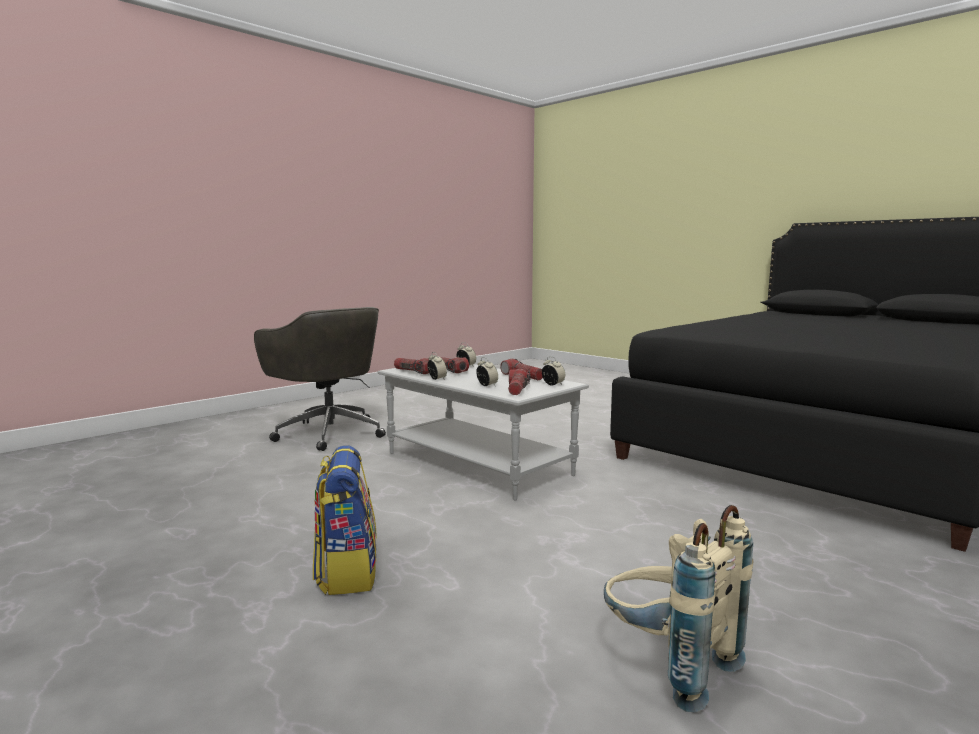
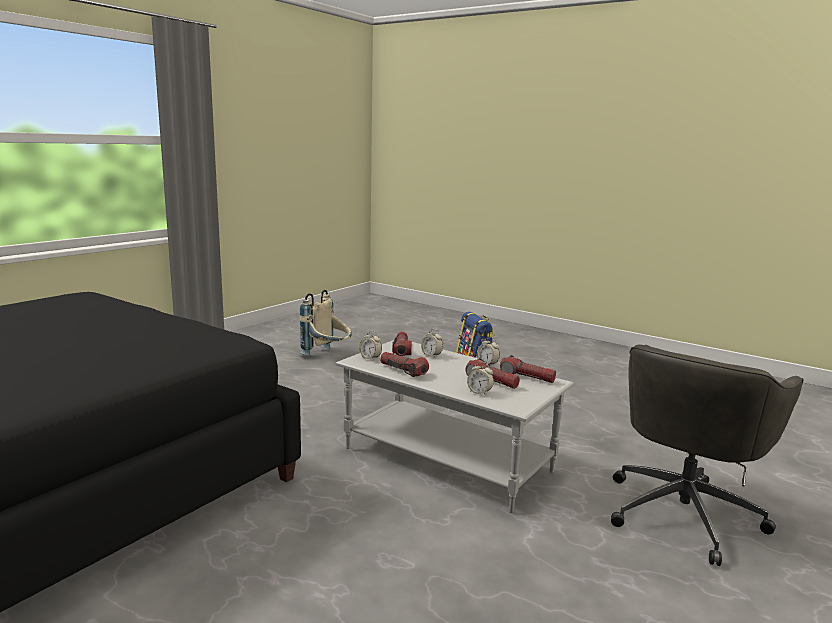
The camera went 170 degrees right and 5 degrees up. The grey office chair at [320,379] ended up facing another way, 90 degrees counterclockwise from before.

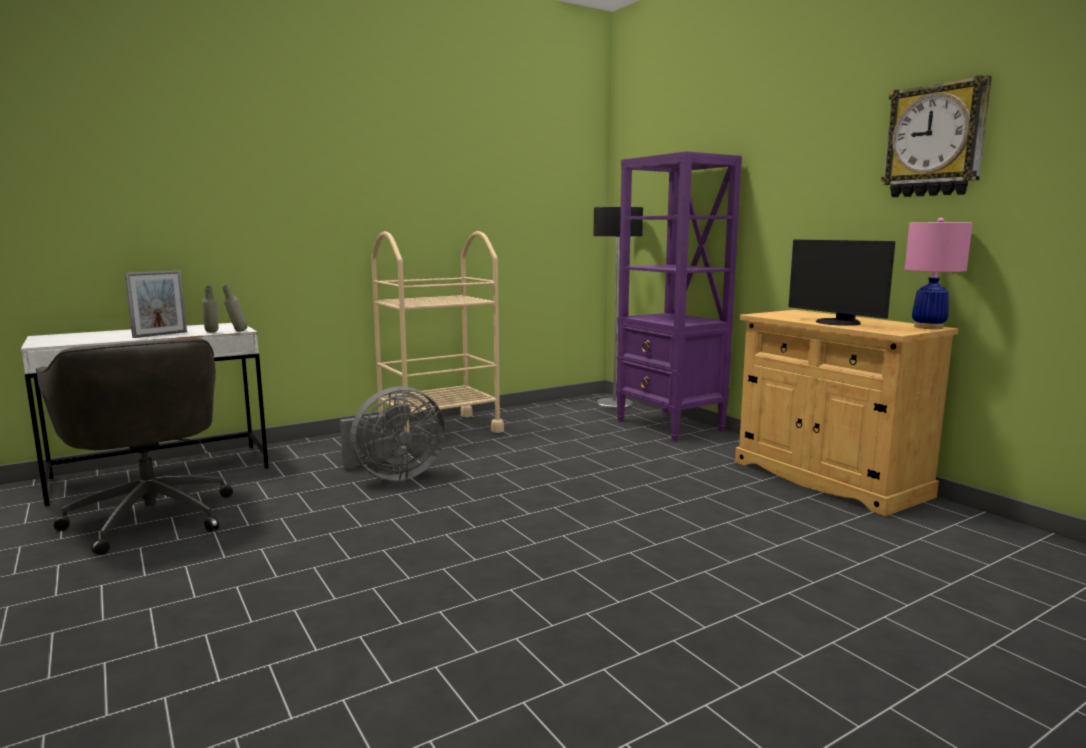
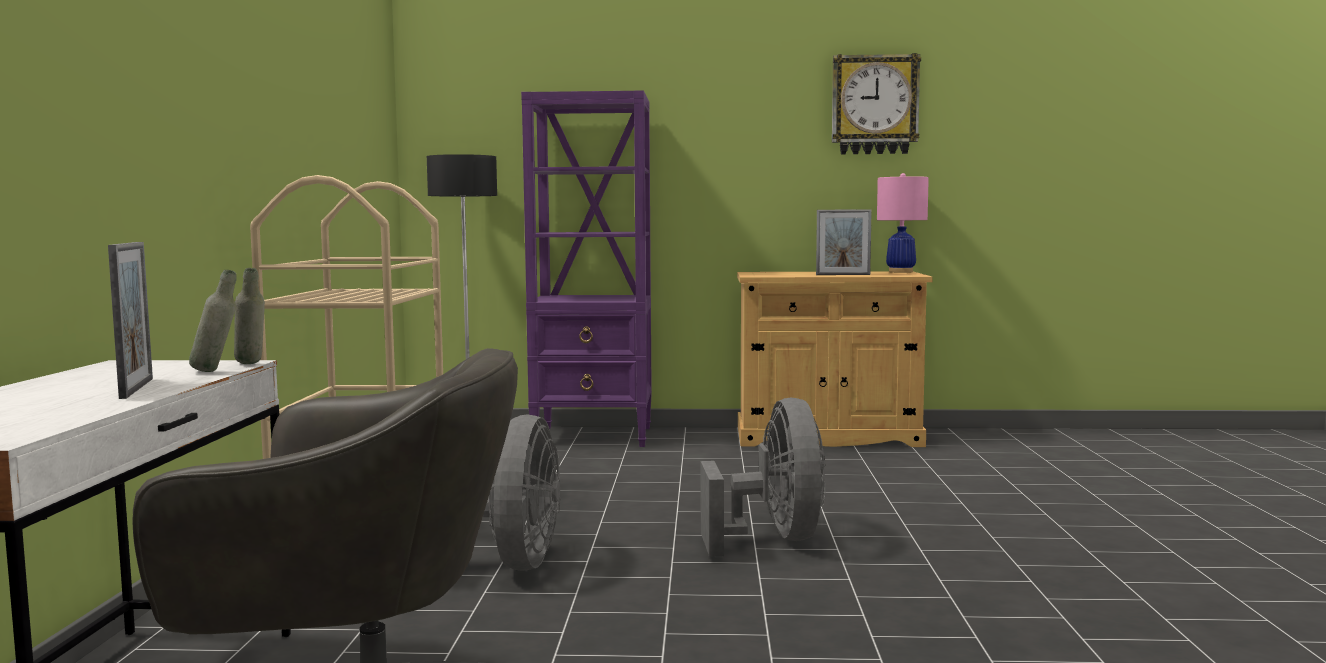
The camera went 55 degrees left and 5 degrees down. The second view gained the grey fan at [763,477]. Where the monitor stood at [842,283], the picture frame came to stand at [844,242].

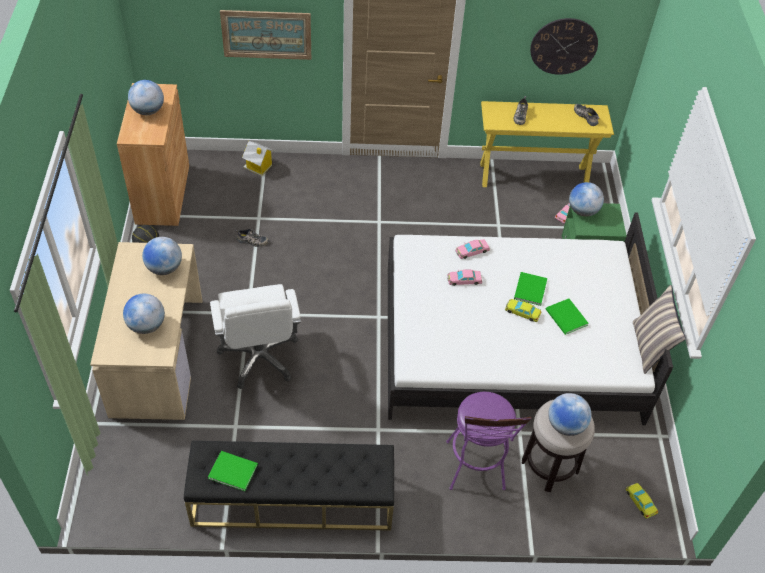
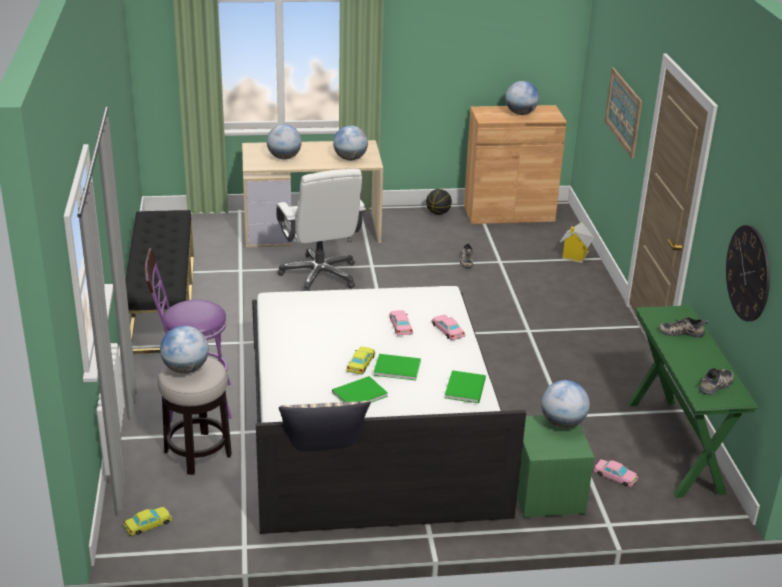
The camera went 85 degrees right and 20 degrees down. The white office chair at [255,336] ended up facing another way, 90 degrees counterclockwise from before. The green book ended up elsewhere, having gone from [233,471] to [465,386]. What was the yellow console table at [547,144] turned into the green console table at [693,401].

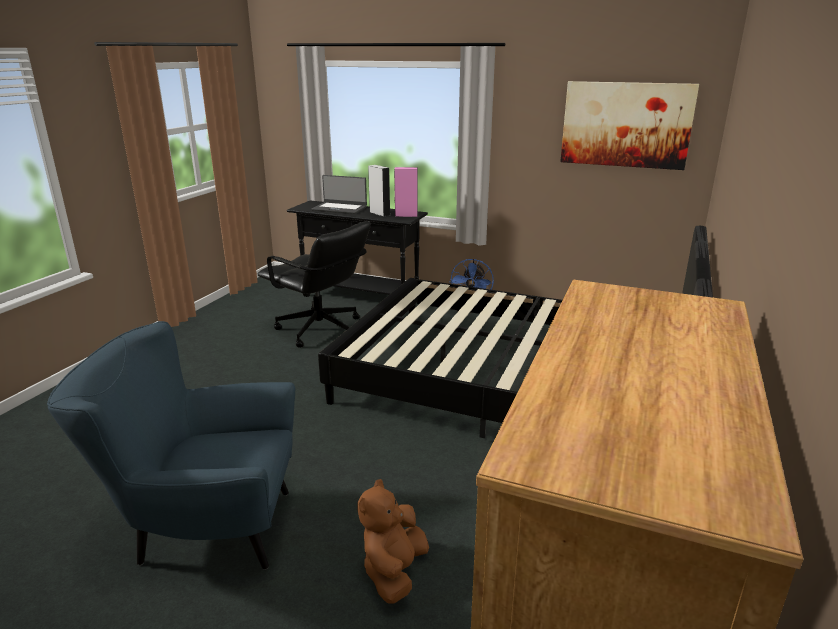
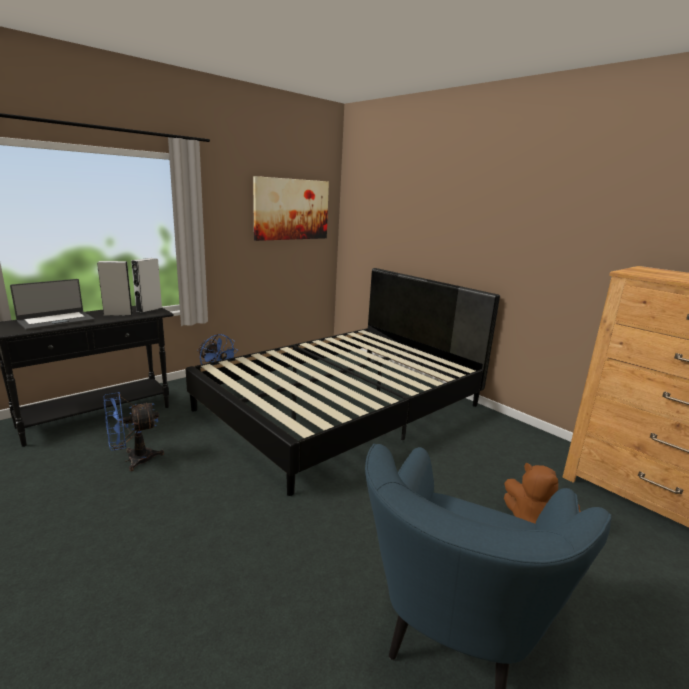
The camera went 65 degrees left and 5 degrees down. Where the black office chair stood at [314,284], the blue fan came to stand at [134,431]. What was the pink speaker at [406,192] turned into the grey speaker at [146,285].

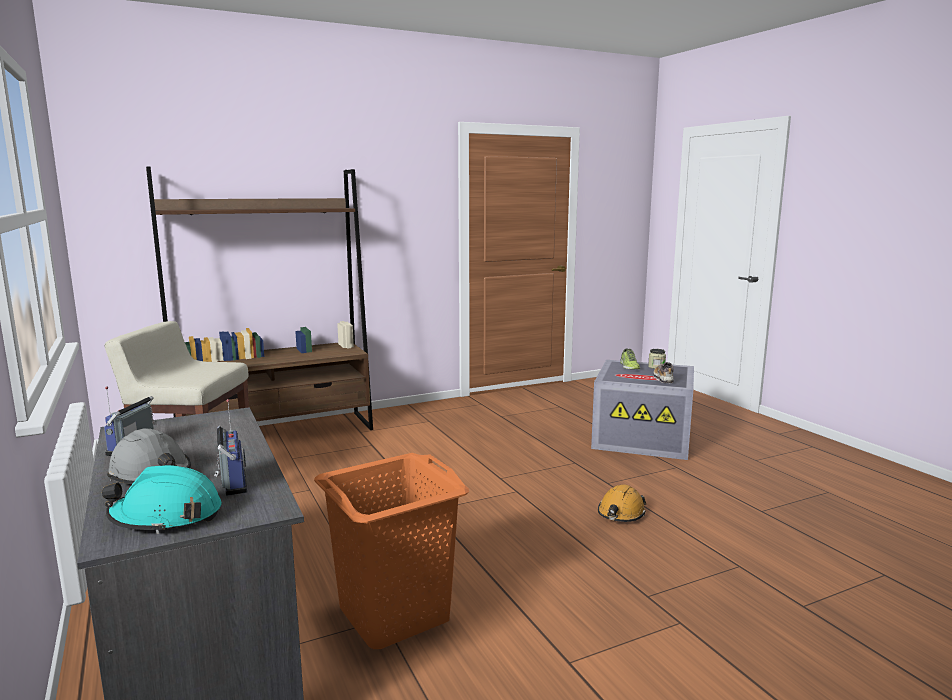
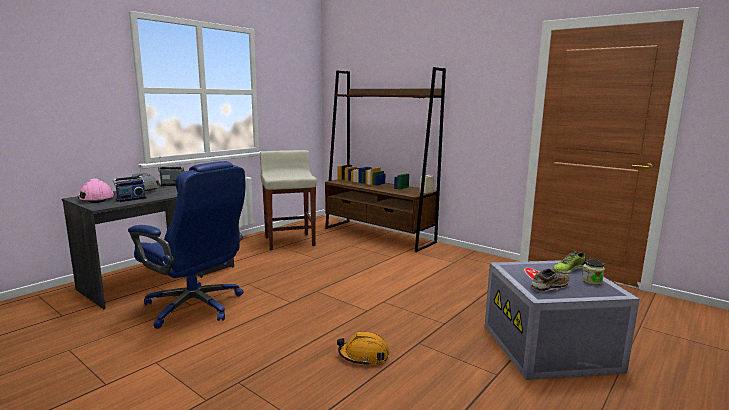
The camera went 65 degrees right and 0 degrees up. What was the turquoise hard hat at [162,499] turned into the pink hard hat at [96,190]. Where the orange laundry basket stood at [391,551], the blue office chair came to stand at [186,245].

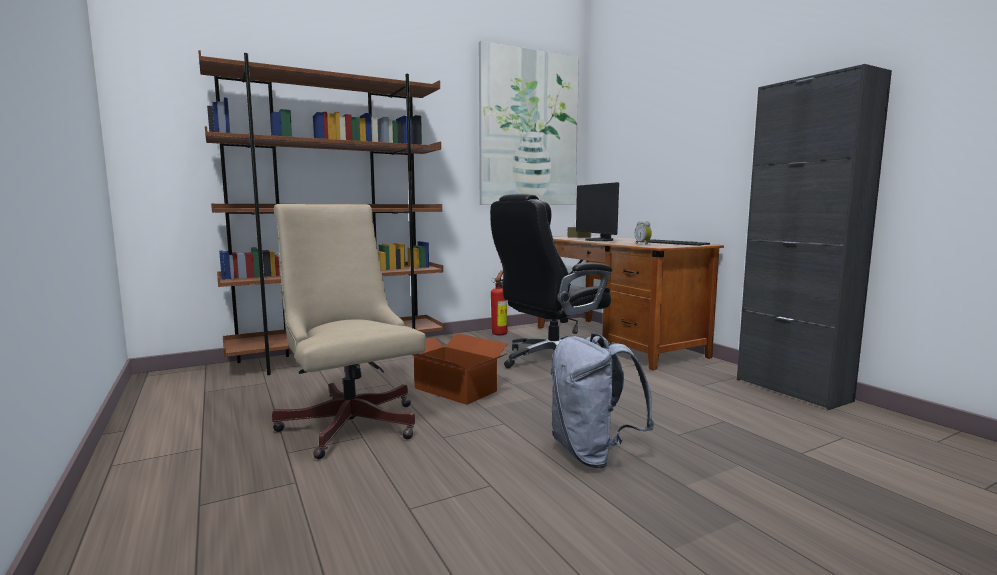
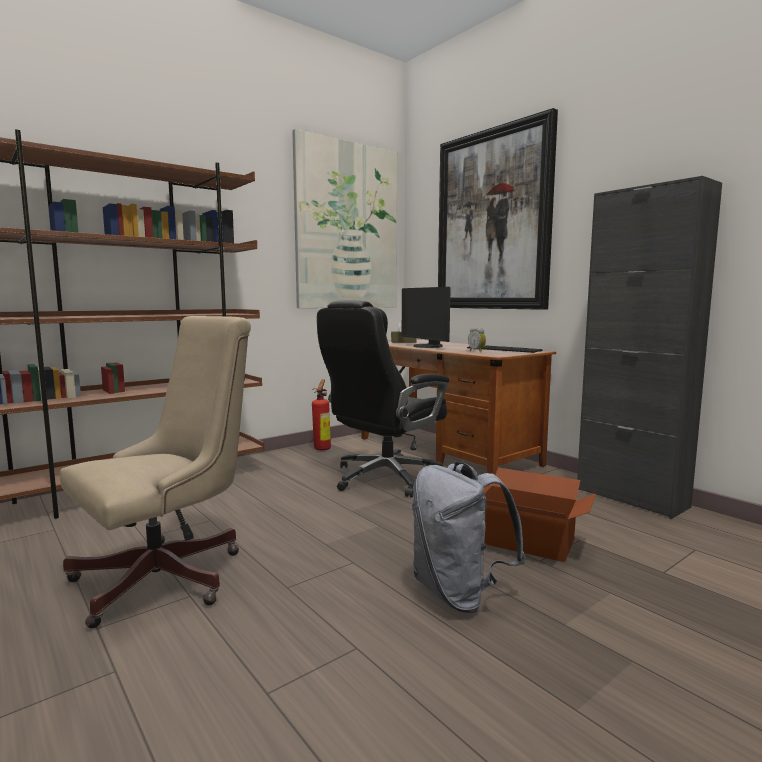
The camera went 10 degrees left and 0 degrees up. The beige office chair at [348,331] ended up facing another way, 90 degrees clockwise from before. The second view gained the picture at [498,209]. The cardboard box ended up elsewhere, having gone from [460,369] to [540,515].

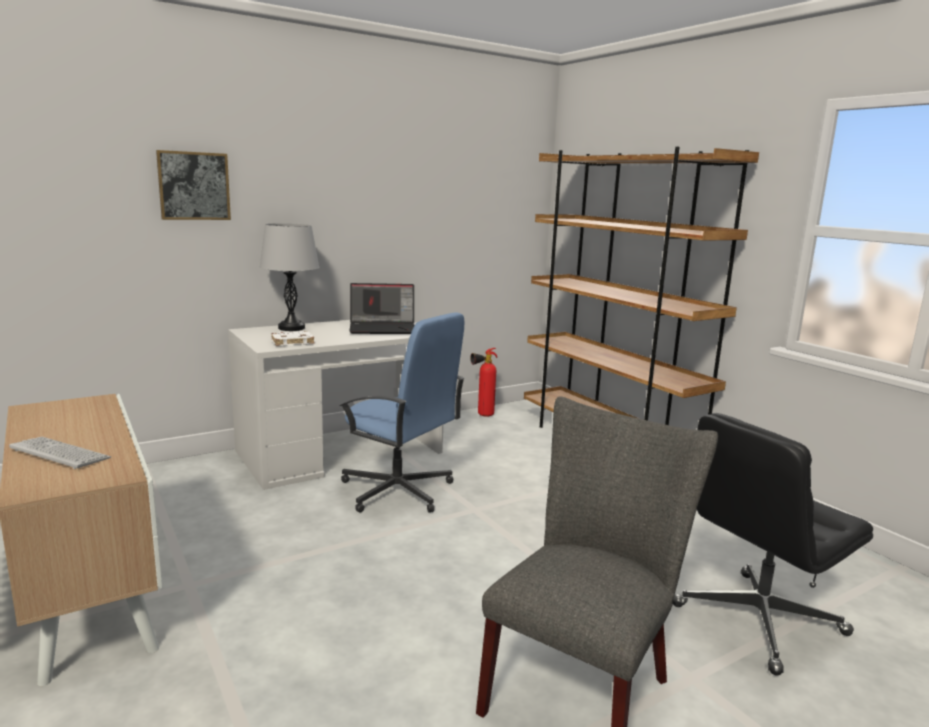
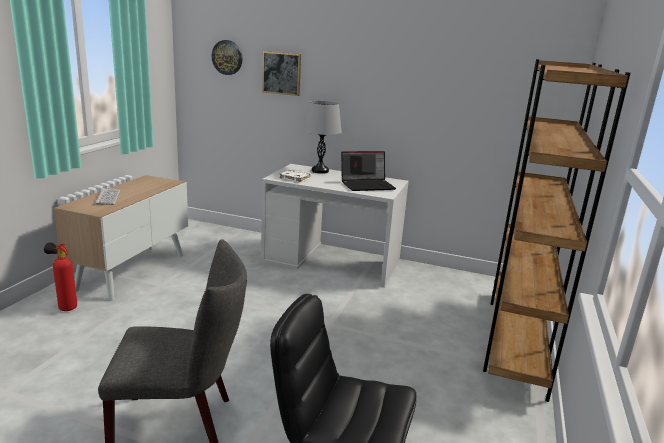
The camera went 50 degrees right and 5 degrees up. The fire extinguisher ended up elsewhere, having gone from [484,382] to [60,276]. The second view gained the wall clock at [227,57]. The laptop at [381,308] ended up facing another way, 60 degrees counterclockwise from before. The second view lost the blue office chair at [402,412].

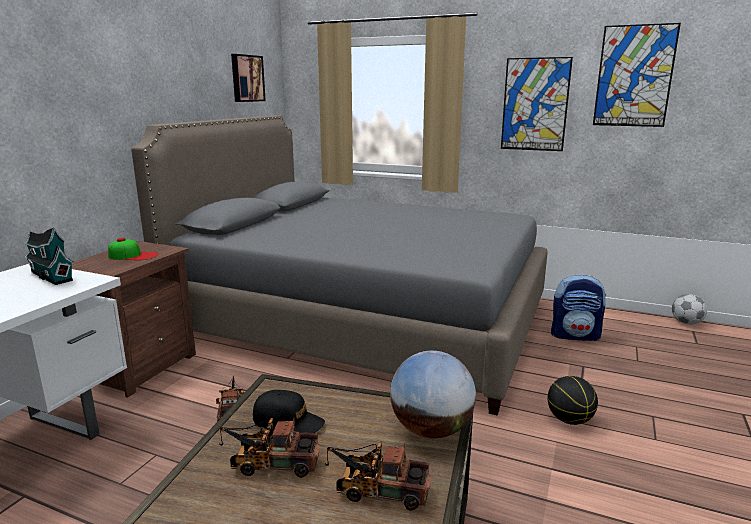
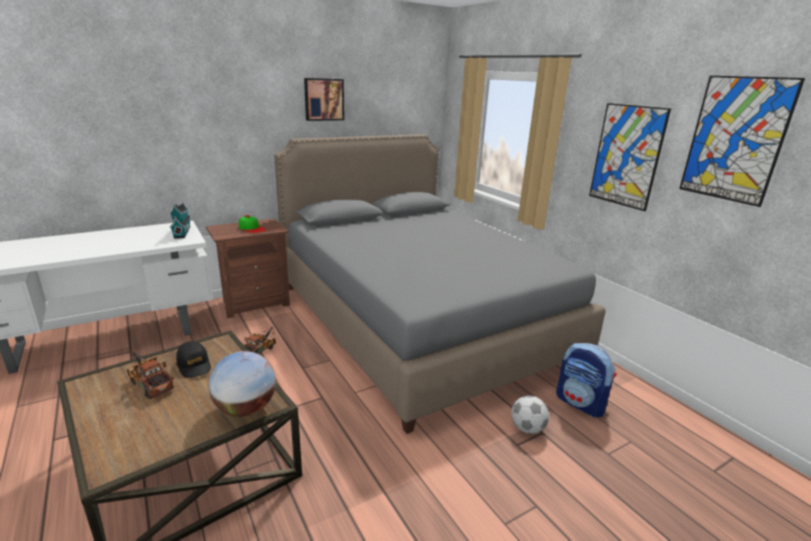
The camera went 35 degrees right and 5 degrees up. The picture ended up elsewhere, having gone from [248,78] to [324,99]. The football ended up elsewhere, having gone from [689,309] to [530,415]. The second view lost the toy truck at [378,476]. The second view lost the basketball at [573,400].

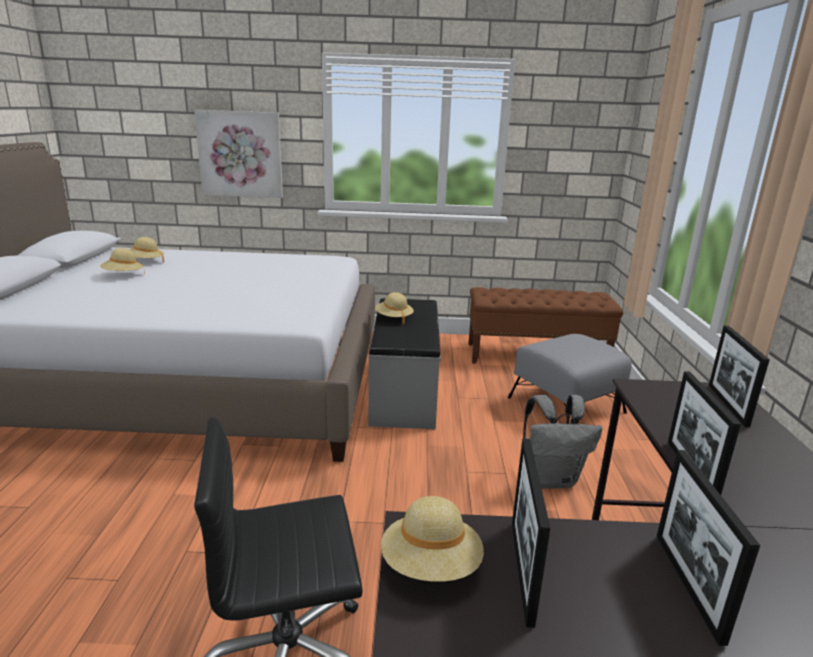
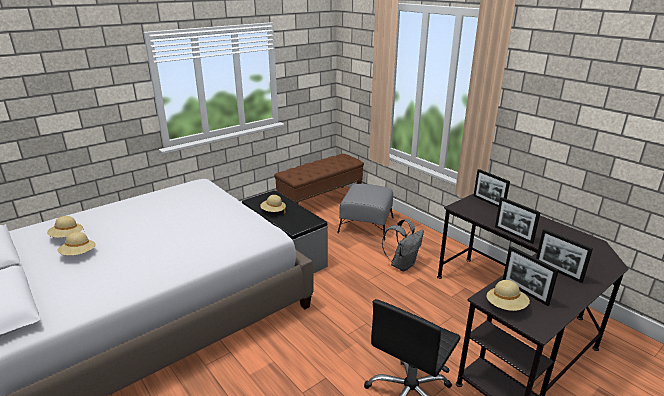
The camera went 40 degrees left and 5 degrees up. The second view lost the picture at [238,154].

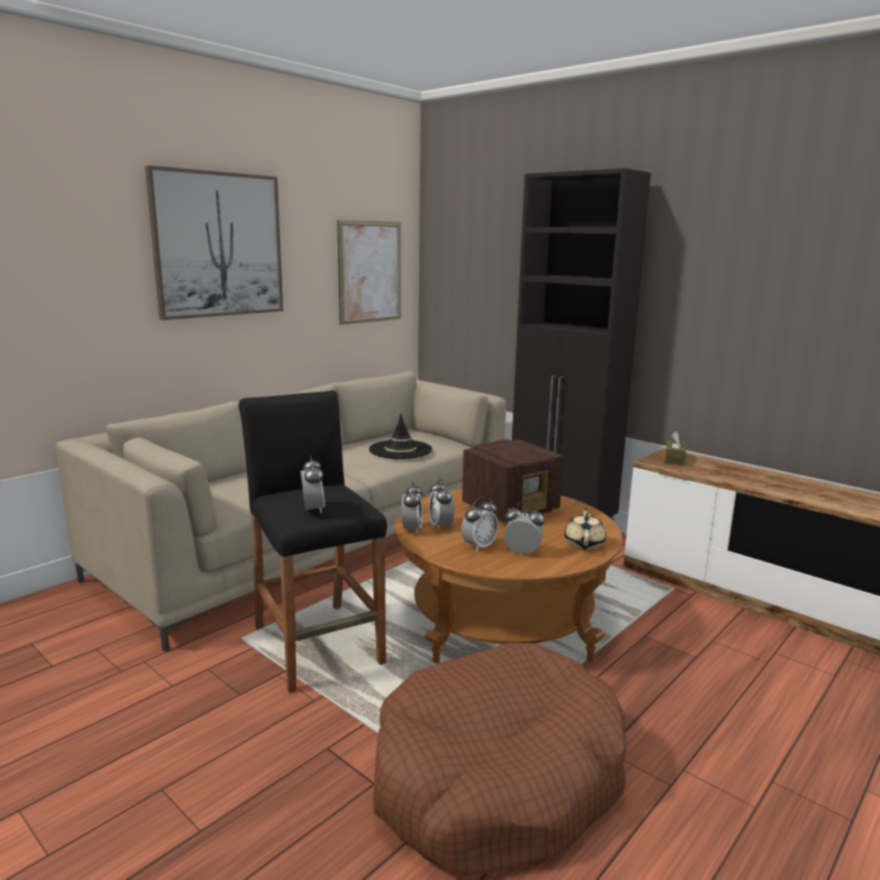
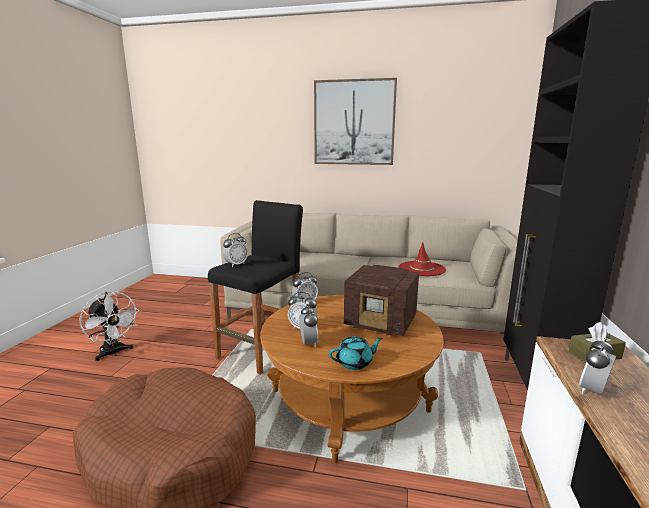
The camera went 60 degrees right and 0 degrees up. The second view gained the white fan at [109,326]. What was the beige teapot at [585,528] turned into the turquoise teapot at [356,353]. What was the black hat at [400,436] turned into the red hat at [422,259]. The alarm clock ended up elsewhere, having gone from [442,505] to [597,366]. The second view lost the picture at [369,272].

